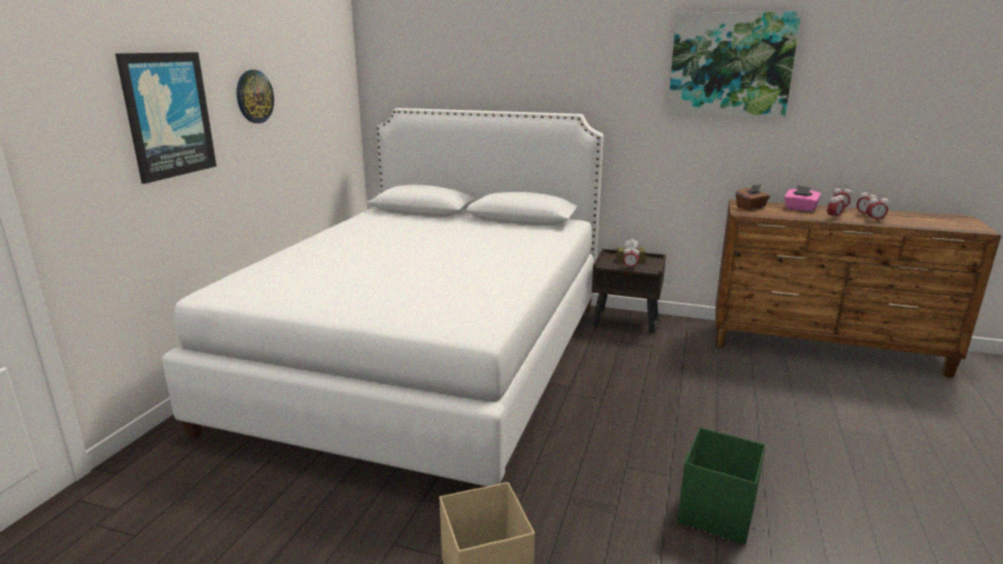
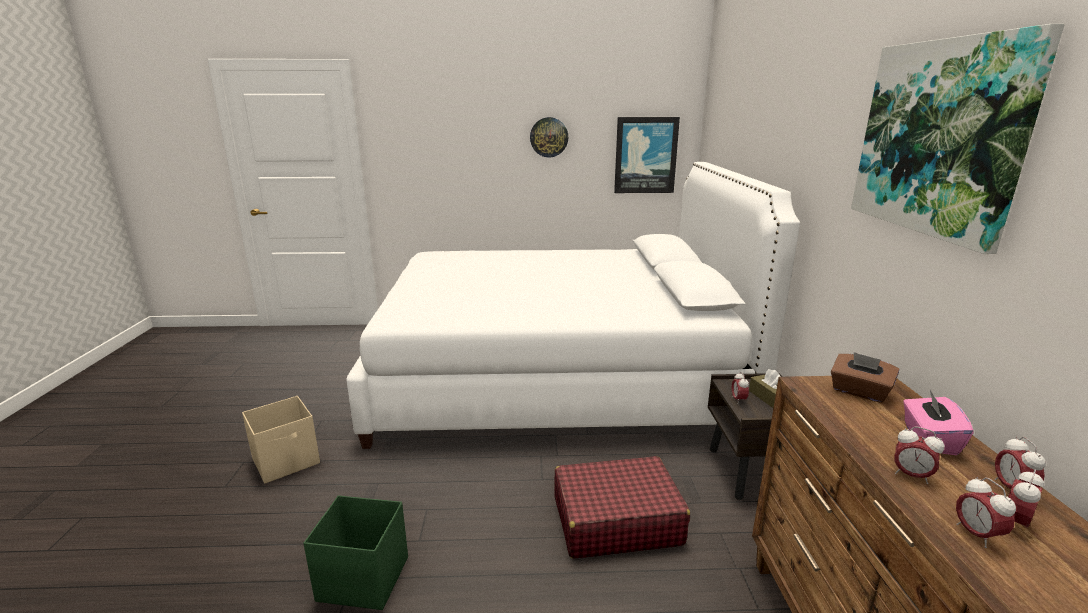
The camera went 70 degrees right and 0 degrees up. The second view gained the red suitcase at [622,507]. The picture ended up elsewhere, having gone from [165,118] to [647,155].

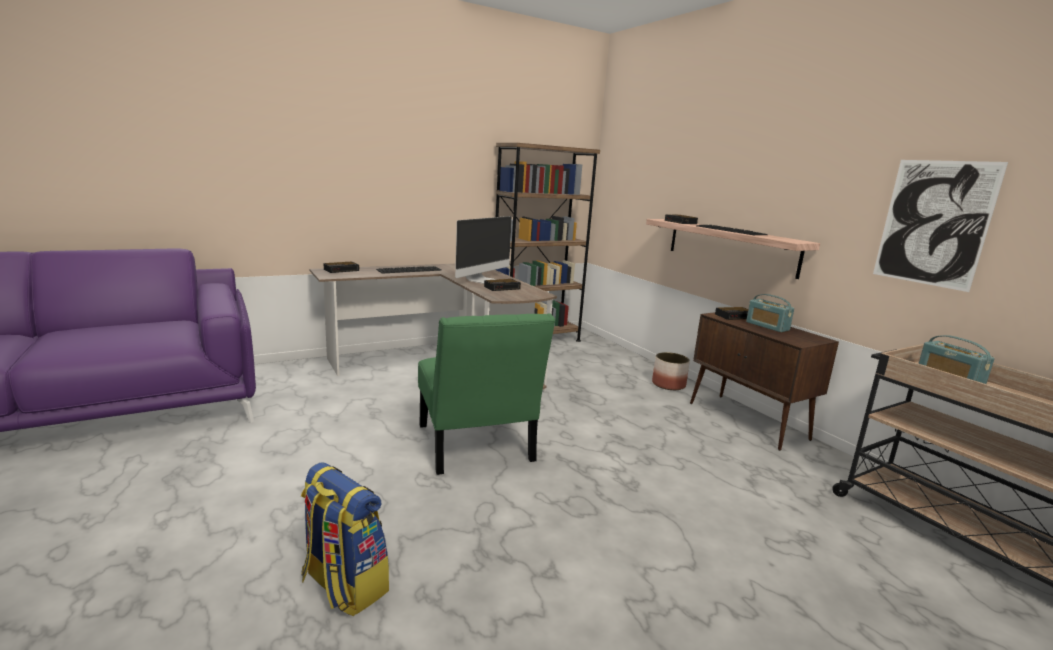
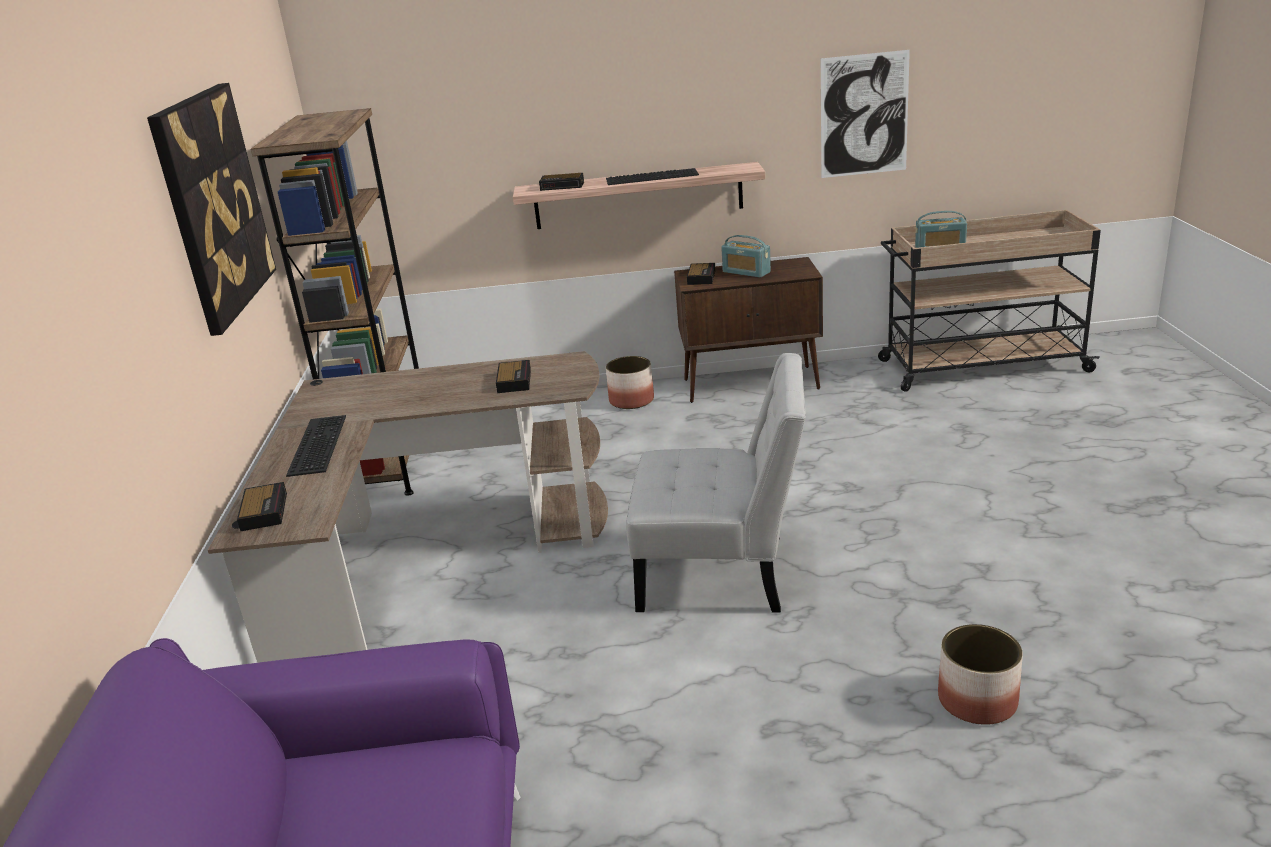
The camera went 60 degrees left and 10 degrees up. The second view gained the picture at [211,209]. What was the green chair at [486,394] turned into the white chair at [716,483]. The radio at [770,313] ended up facing another way, 45 degrees clockwise from before. Where the backpack stood at [345,539], the planter came to stand at [980,674]. The second view lost the monitor at [483,250].

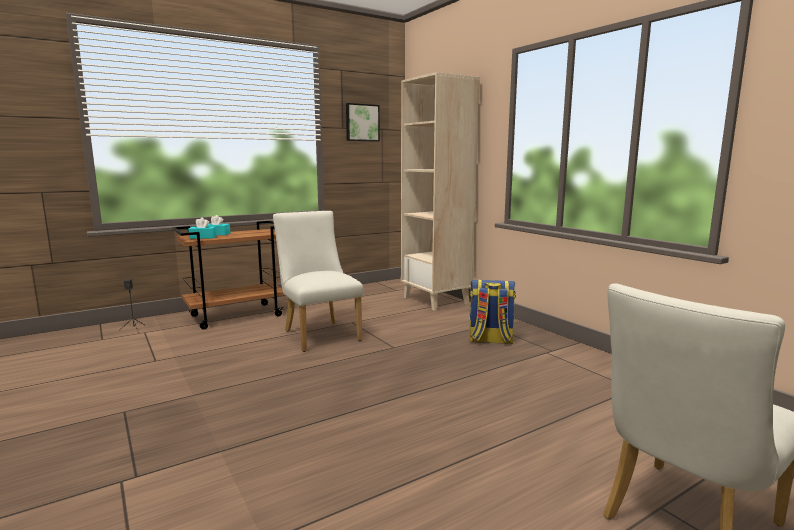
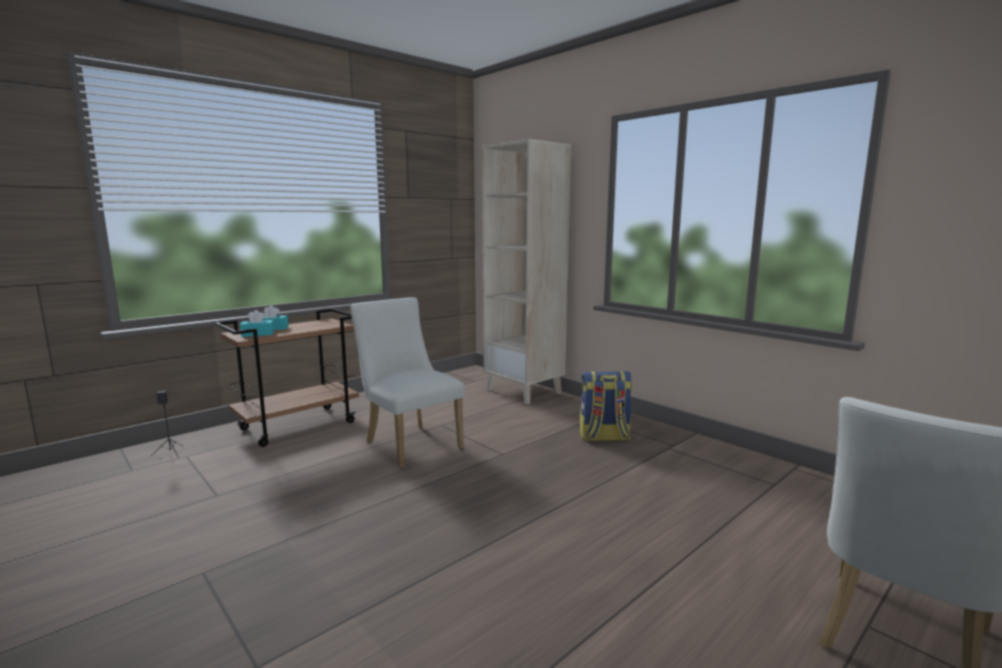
The camera went 10 degrees left and 0 degrees up. The second view lost the picture at [363,122].

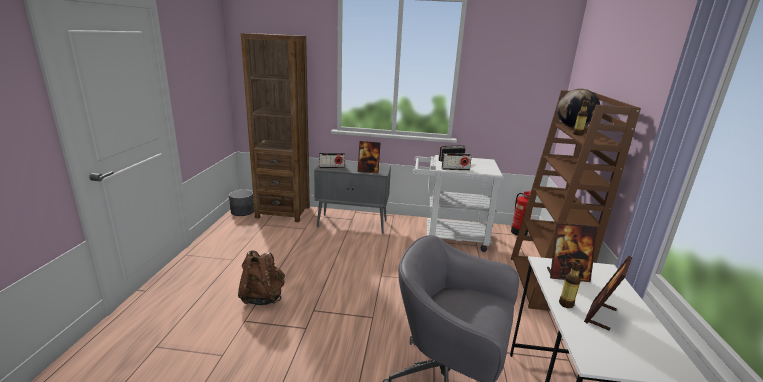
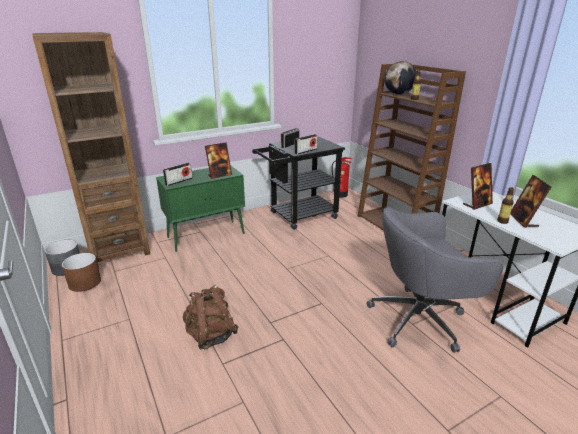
The camera went 35 degrees left and 5 degrees up. The second view gained the brown planter at [81,272]. What was the grey cabinet at [352,198] turned into the green cabinet at [200,209]. What was the white cart at [457,203] turned into the black cart at [298,183].

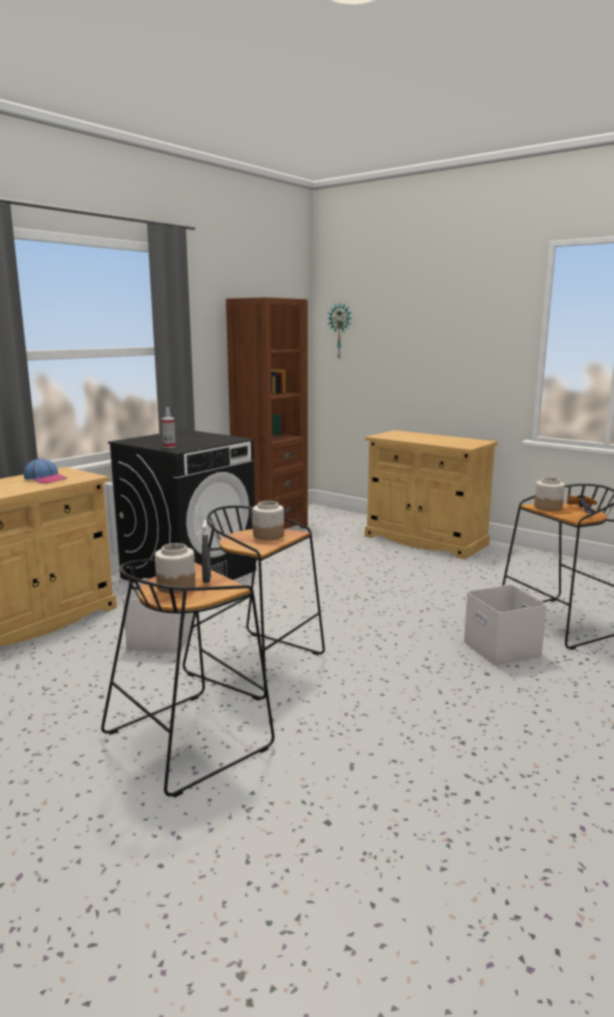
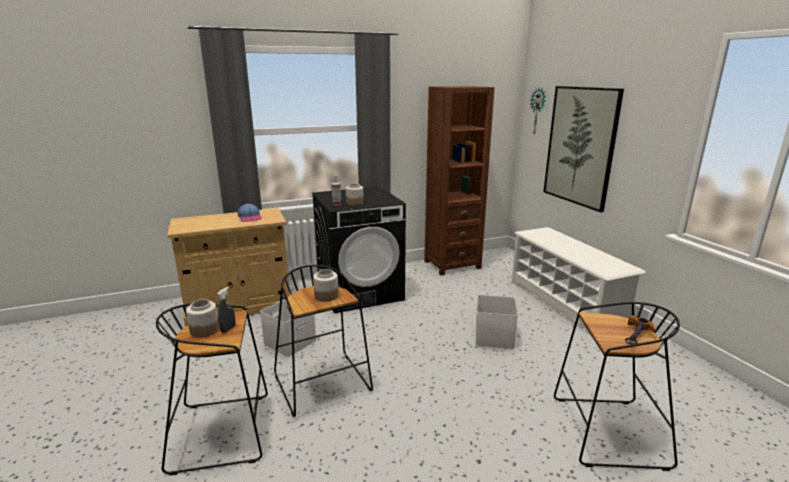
The camera went 30 degrees right and 5 degrees up. The jar ended up elsewhere, having gone from [549,494] to [355,194]. The white storage box ended up elsewhere, having gone from [505,626] to [496,322]. Where the beige cabinet stood at [431,494], the white shoe rack came to stand at [579,282]. The second view gained the picture at [584,149].

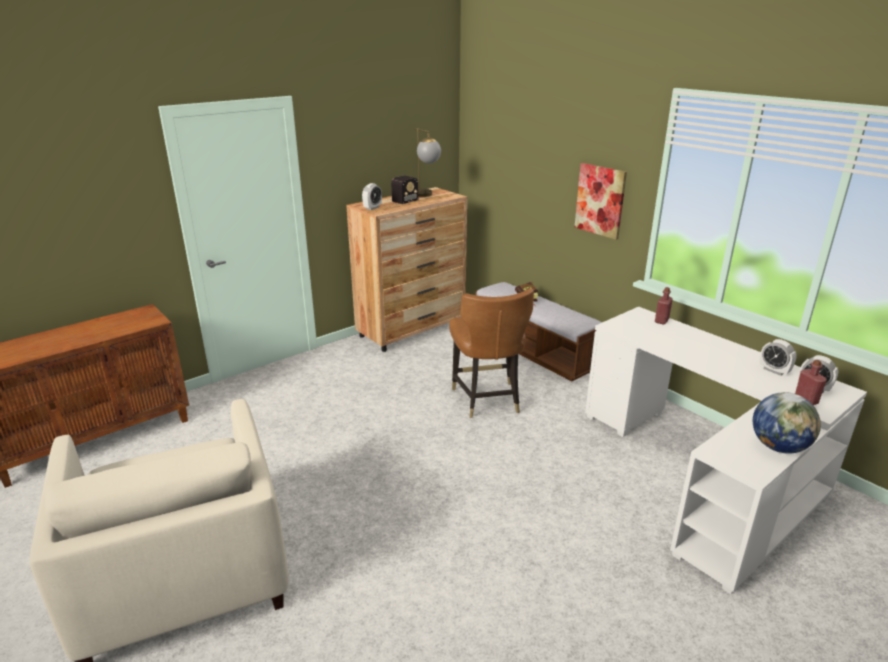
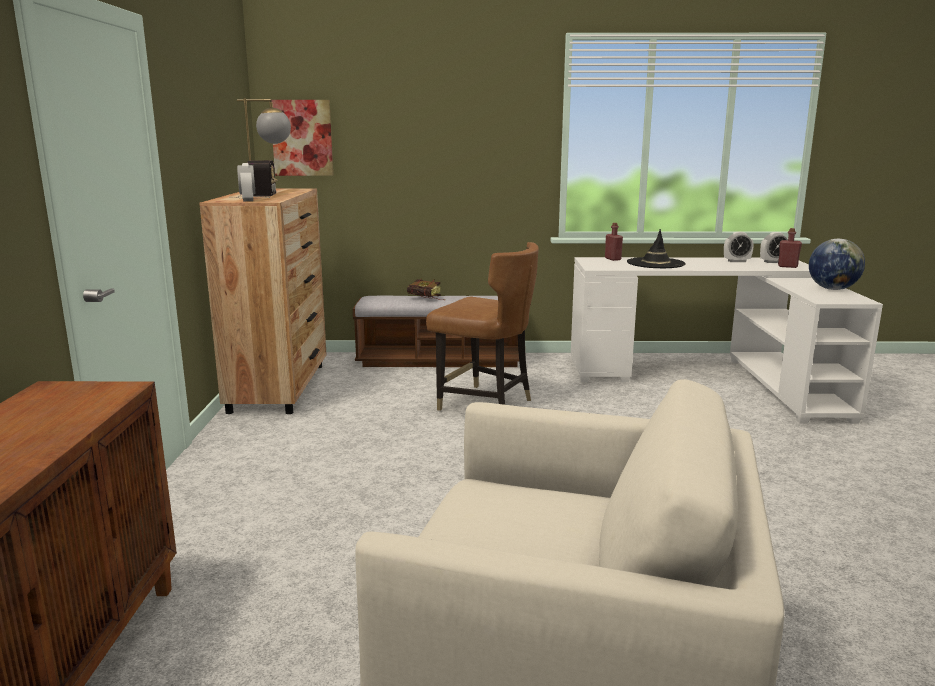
The camera went 50 degrees left and 10 degrees down. The picture ended up elsewhere, having gone from [601,201] to [302,138]. The second view gained the black hat at [656,248].

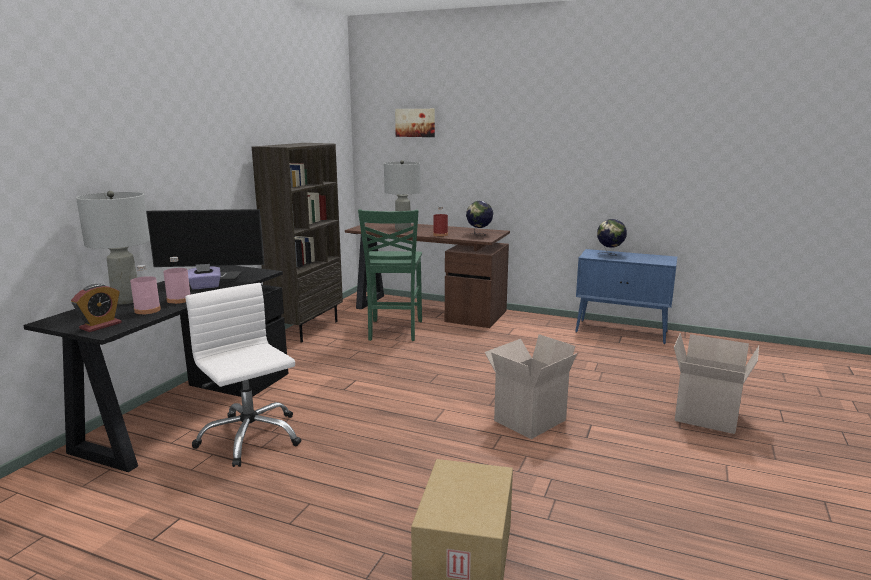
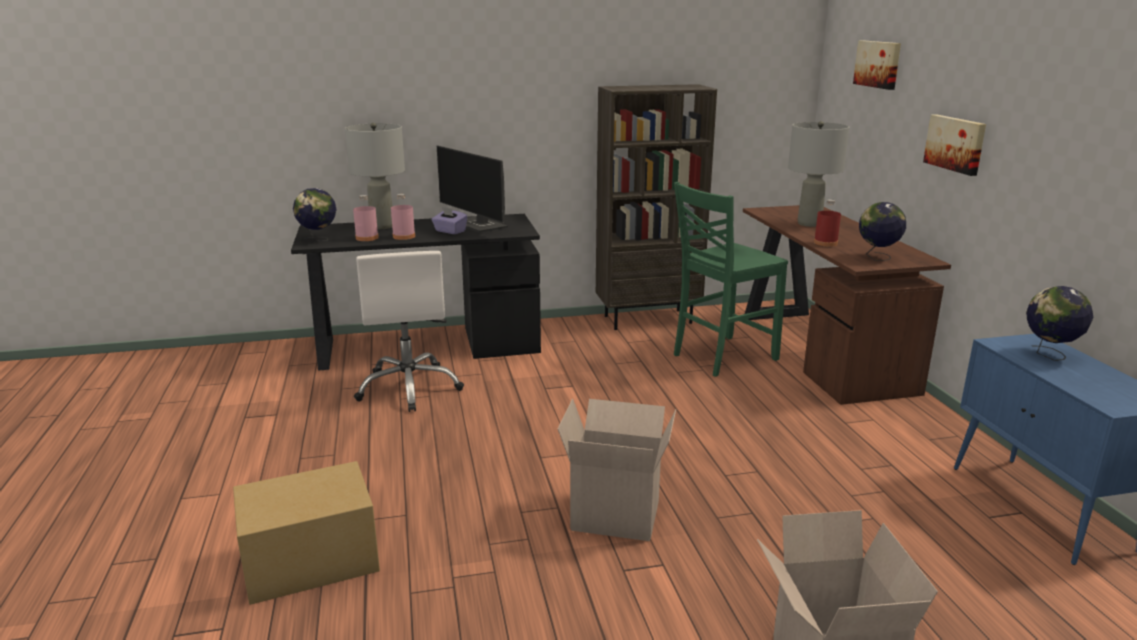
The camera went 55 degrees right and 5 degrees up. Where the alarm clock stood at [96,308], the globe came to stand at [315,214]. The white office chair at [243,375] ended up facing another way, 150 degrees clockwise from before. The second view gained the picture at [954,145].

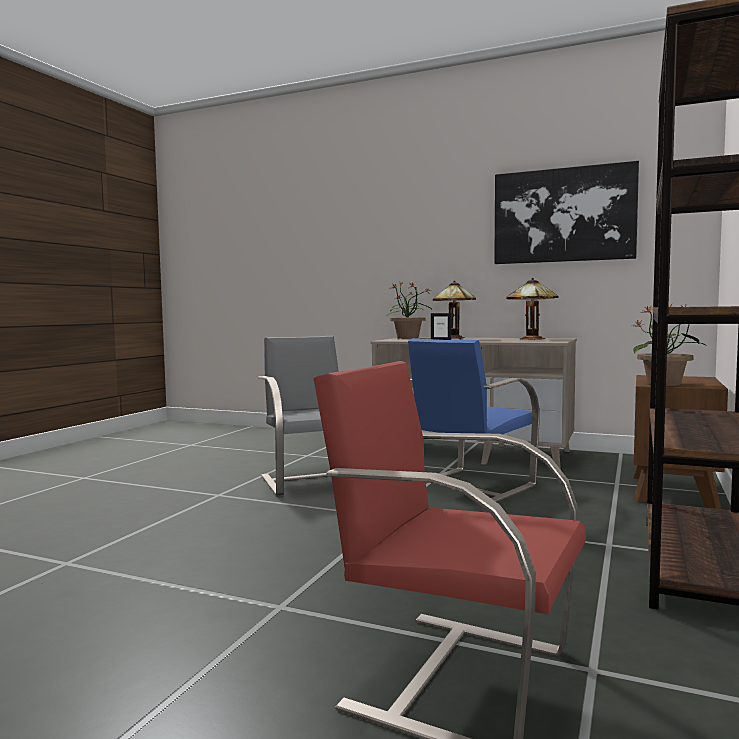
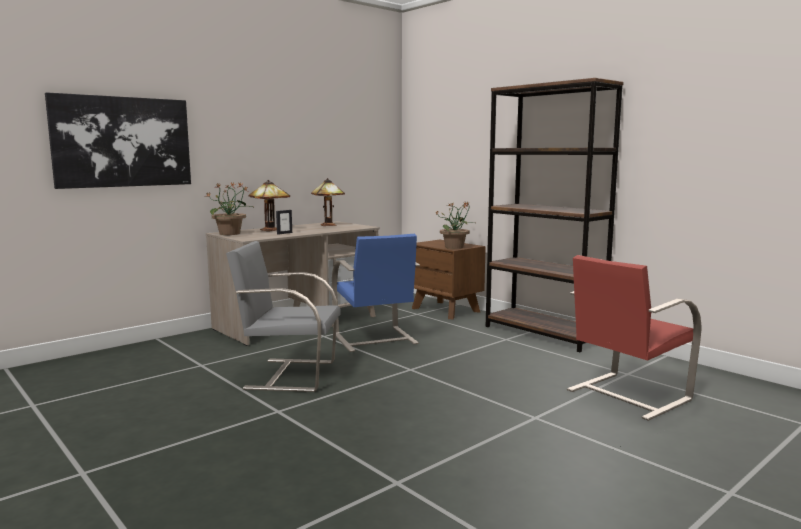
The camera went 65 degrees left and 5 degrees up. The picture ended up elsewhere, having gone from [566,212] to [118,140].

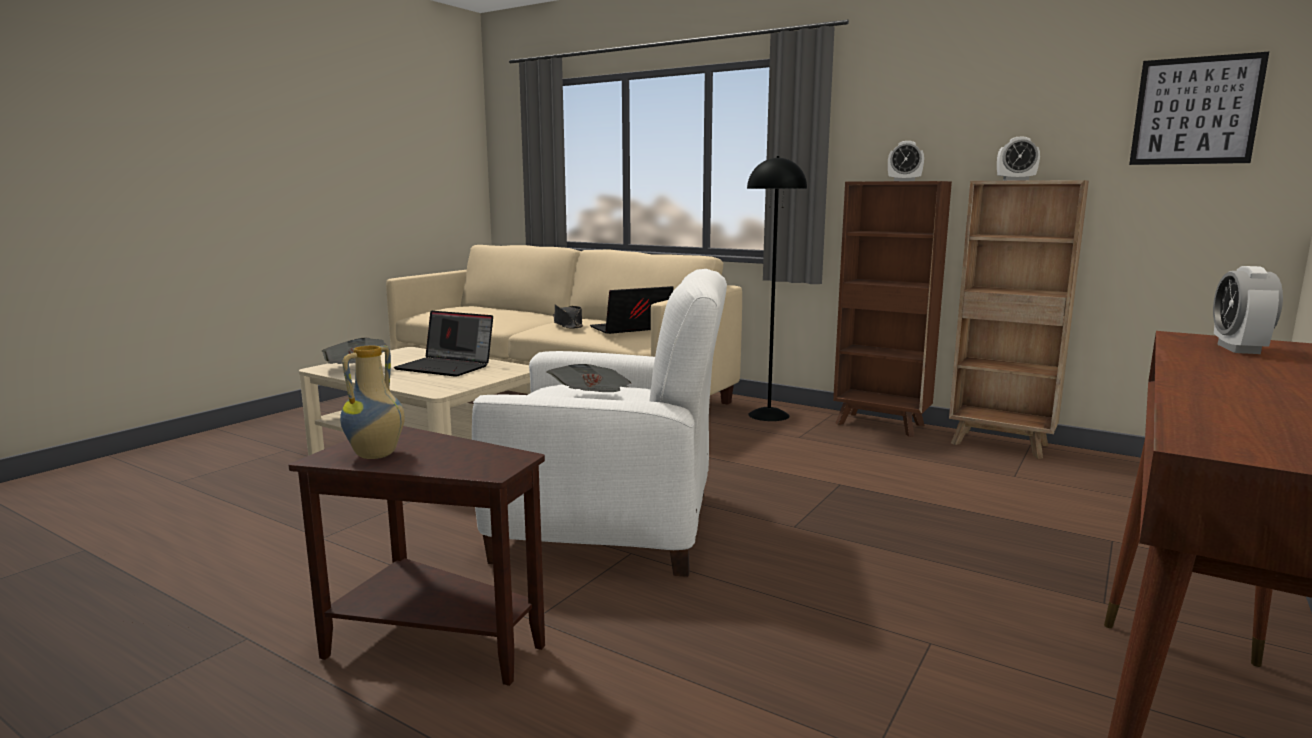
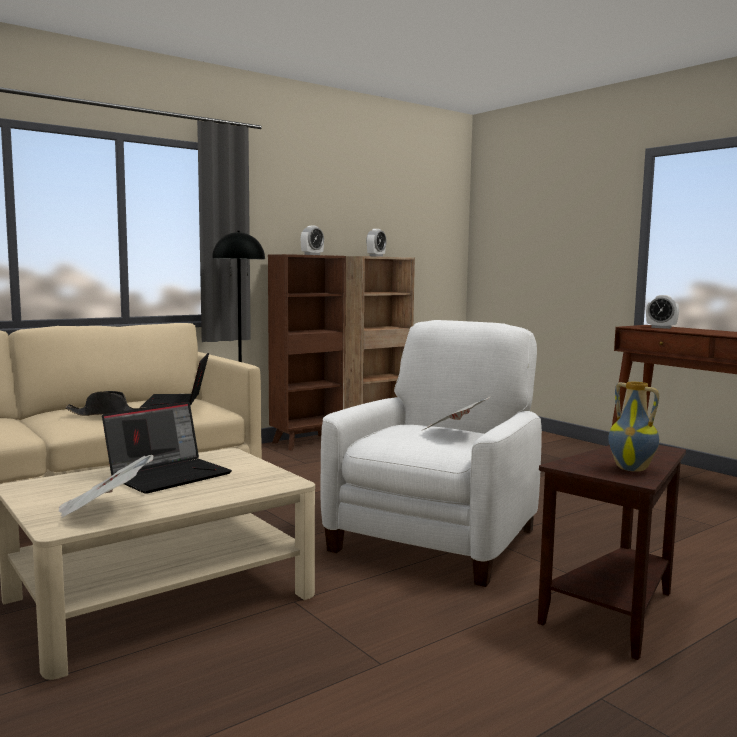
The camera went 70 degrees left and 5 degrees down. The second view lost the picture at [1199,108].

